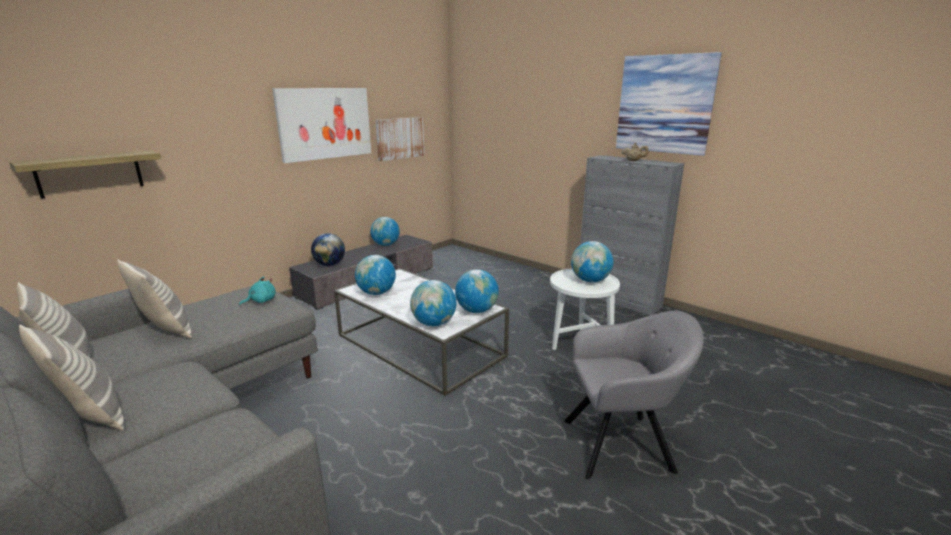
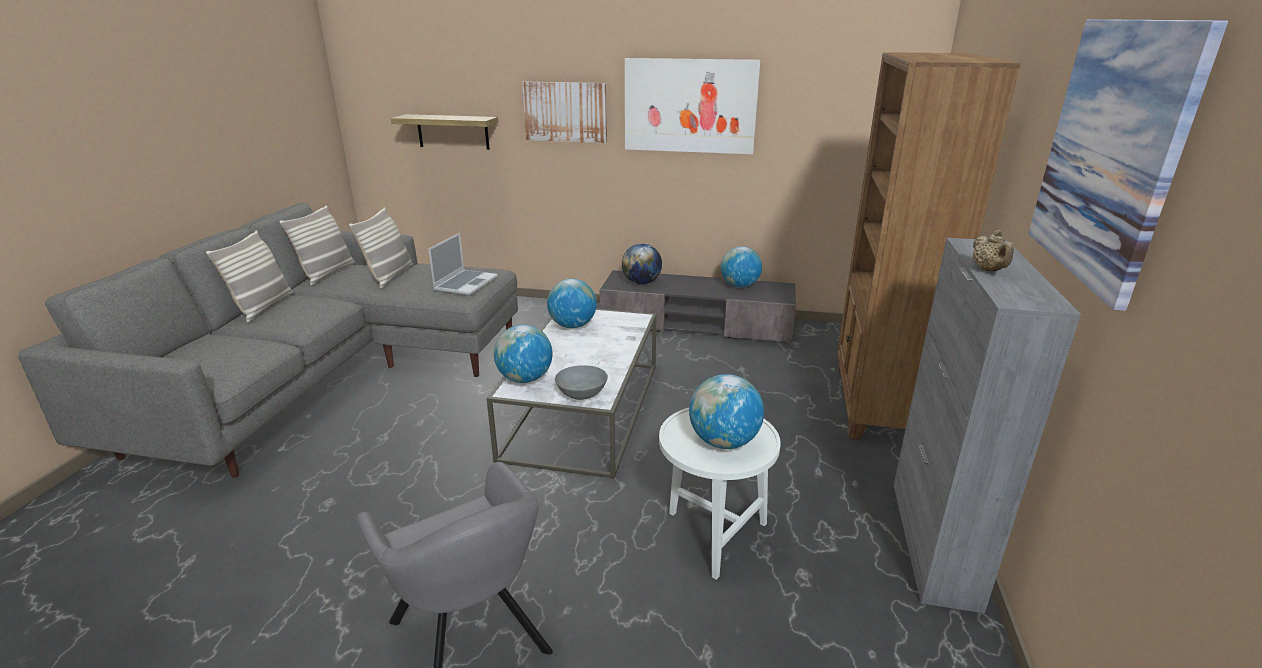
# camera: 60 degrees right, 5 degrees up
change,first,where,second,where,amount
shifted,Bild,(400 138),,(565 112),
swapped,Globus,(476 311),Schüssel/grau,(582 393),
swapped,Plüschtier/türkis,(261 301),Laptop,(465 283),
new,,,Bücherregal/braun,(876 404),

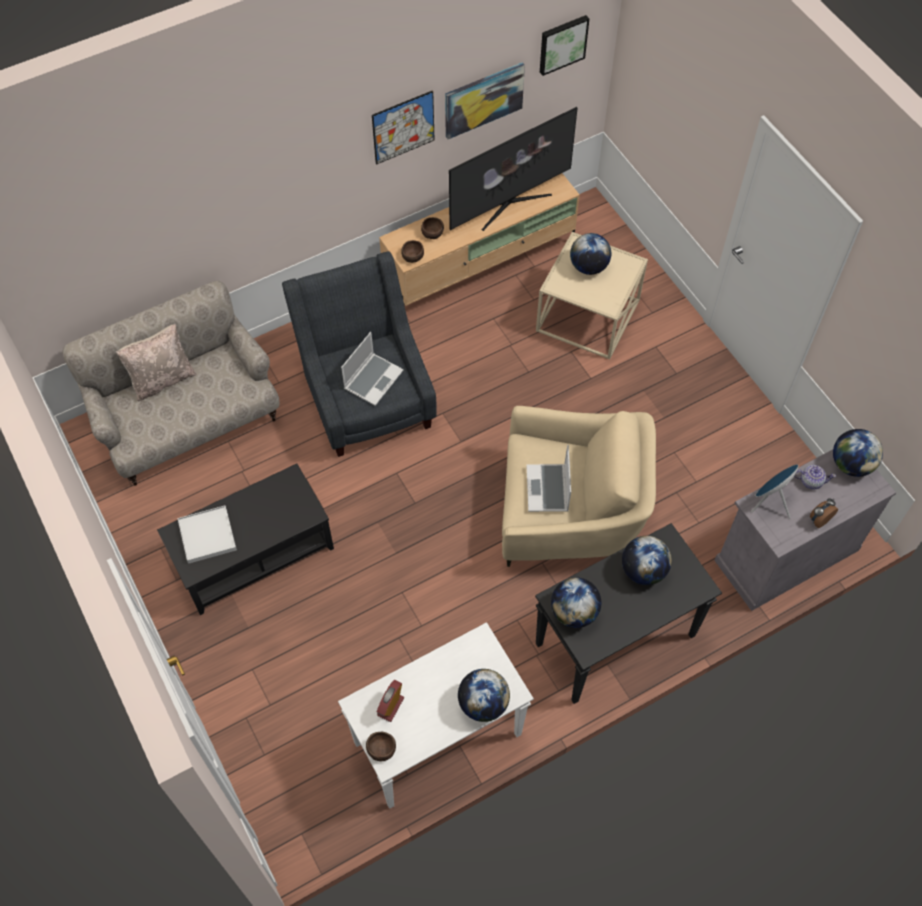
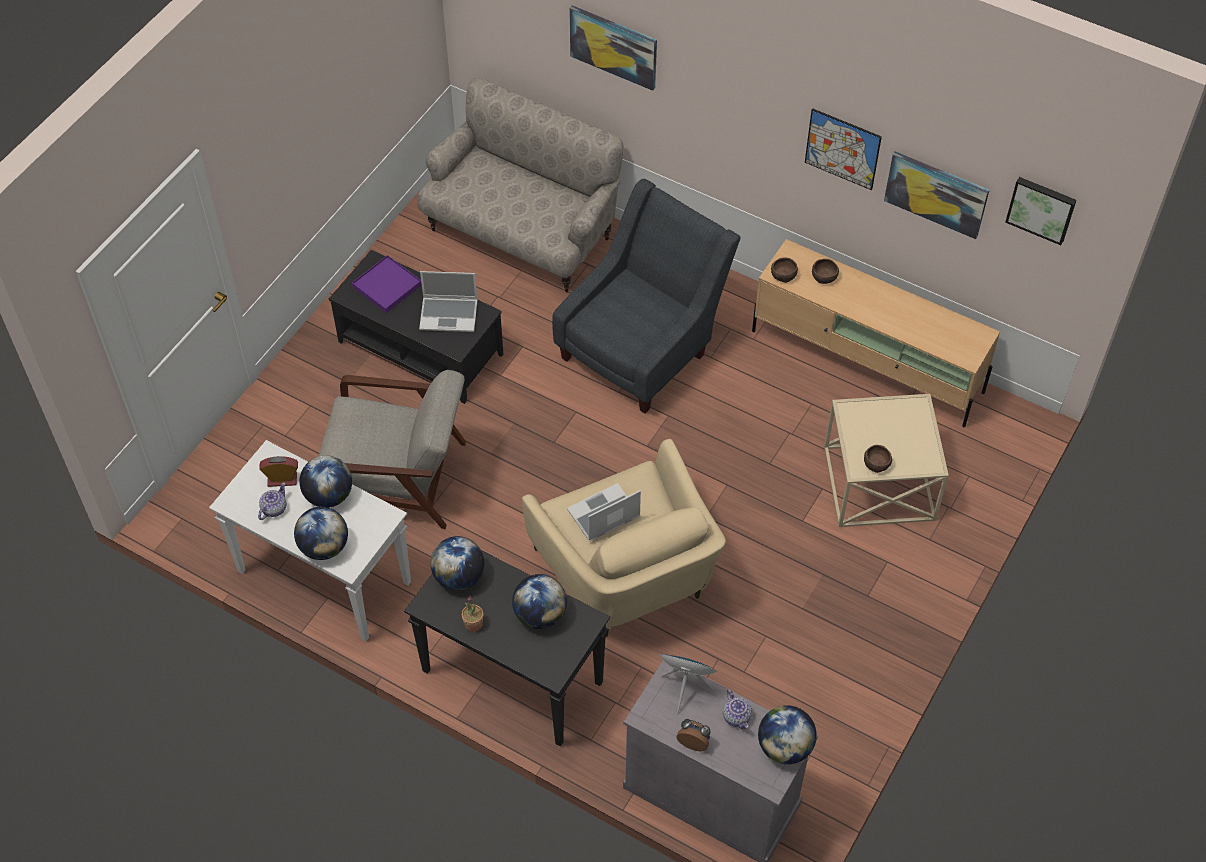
# camera: 60 degrees right, 5 degrees down
change,first,where,second,where,amount
gone,Fernseher,(509 204),,,
shifted,Globus,(588 266),,(329 495),
gone,Kissen/beige,(162 379),,,
shifted,Laptop,(373 379),,(449 315),
repainted,Tablett/weiß,(207 536),Tablett/lila,(387 286),
shifted,Schüssel/braun,(381 748),,(876 463),
new,,,Bild,(614 46),
new,,,Sessel/grau,(397 478),
new,,,Teekanne,(273 509),
new,,,Topfpflanze,(473 624),

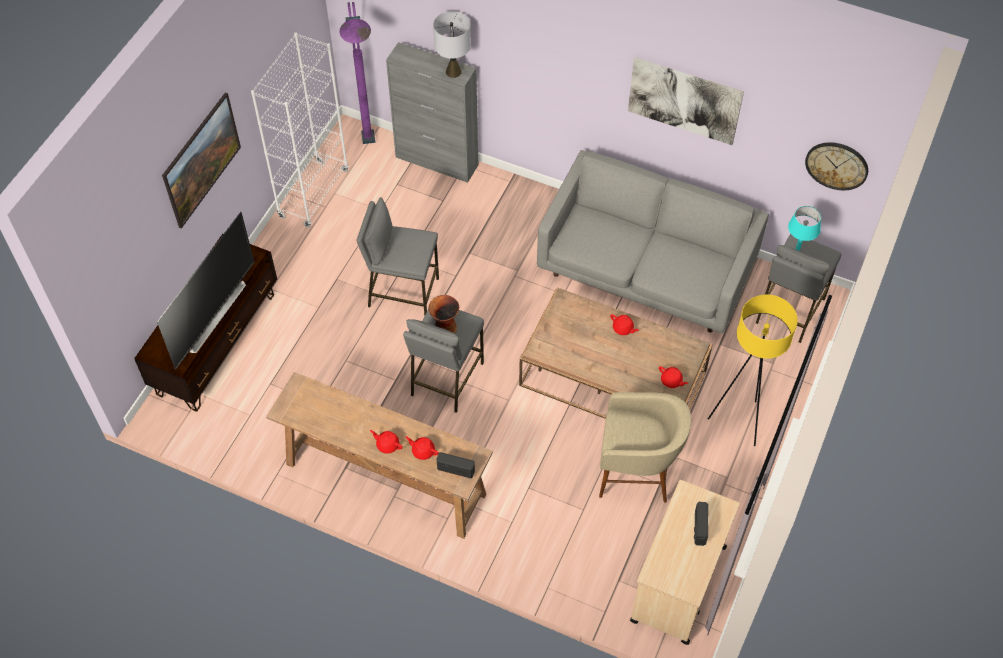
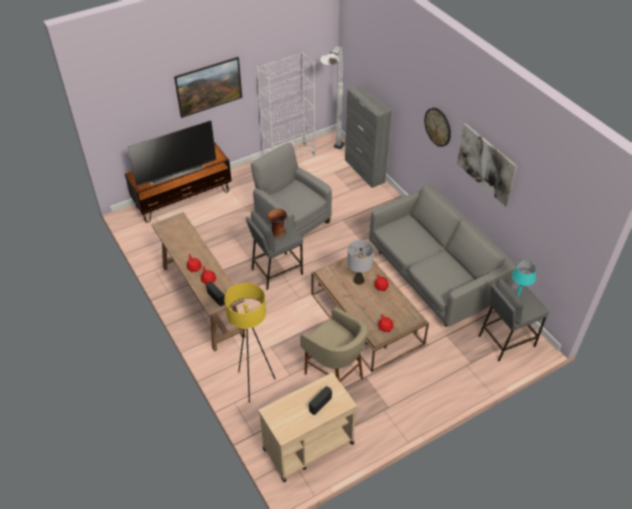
# camera: 35 degrees right, 10 degrees down
change,first,where,second,where,amount
repainted,Stehlampe/lila,(370 160),Stehlampe/weiß,(331 155),
shifted,Tischlampe/grau,(453 72),,(358 280),
shifted,Wanduhr,(837 165),,(438 127),
swapped,Hocker/grau,(403 292),Sessel/grau,(292 221),
shifted,Stehlampe/gelb,(738 421),,(254 383),

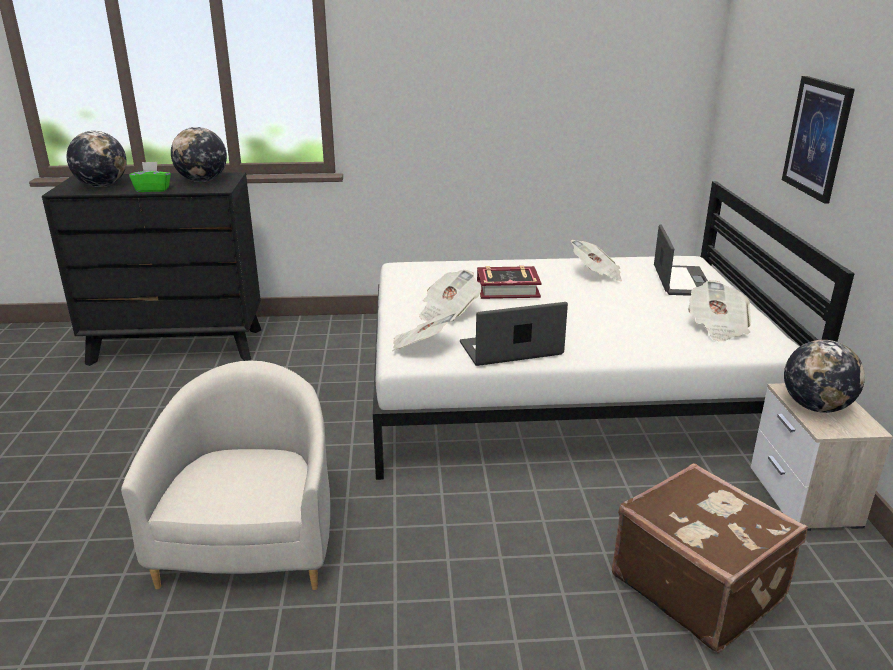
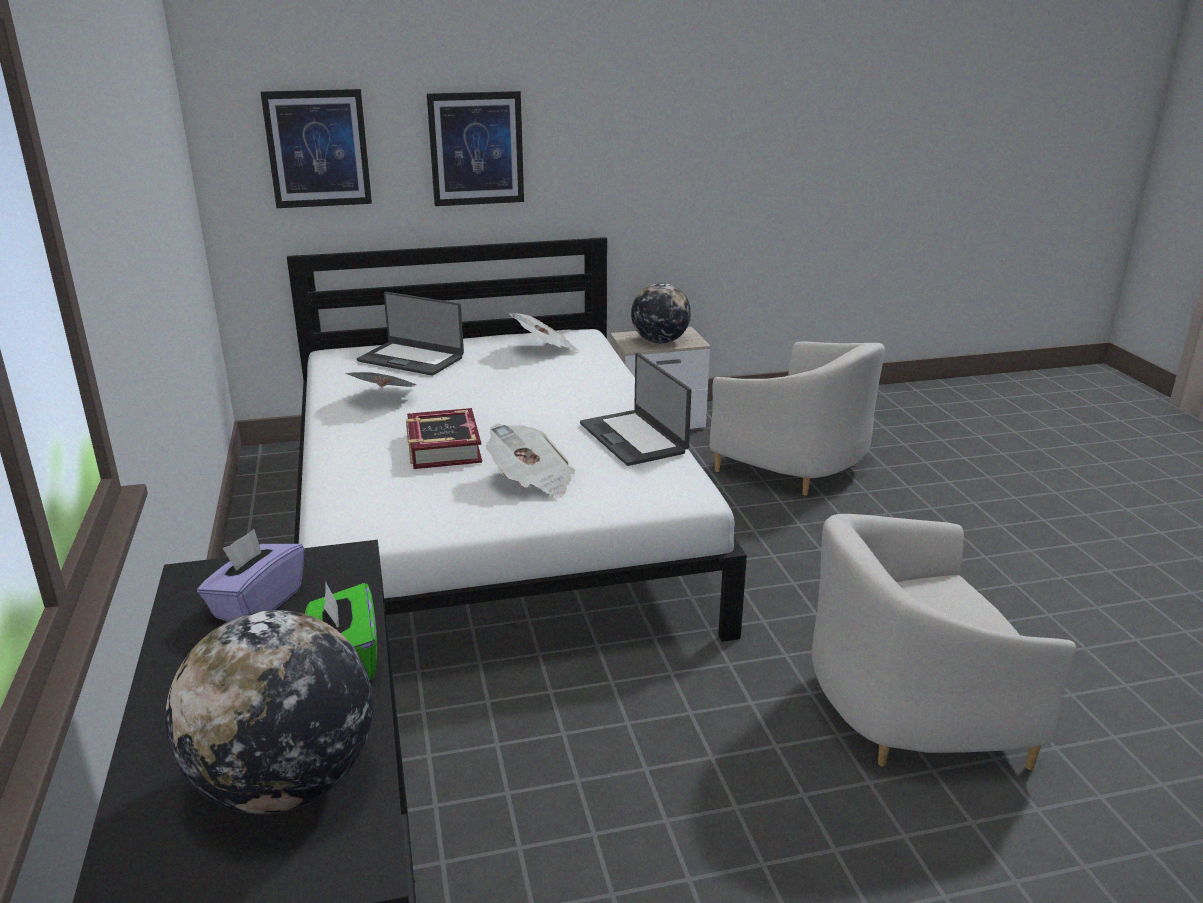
# camera: 100 degrees left, 0 degrees up
change,first,where,second,where,amount
swapped,Globus,(202 181),Taschentuchbox/lila,(257 604),
rotated,Laptop,(681 281),,(411 359),150 degrees counterclockwise
gone,Zeitung,(422 347),,,
swapped,Koffer/braun,(698 586),Sessel/weiß,(795 466),
new,,,Bild,(318 149),

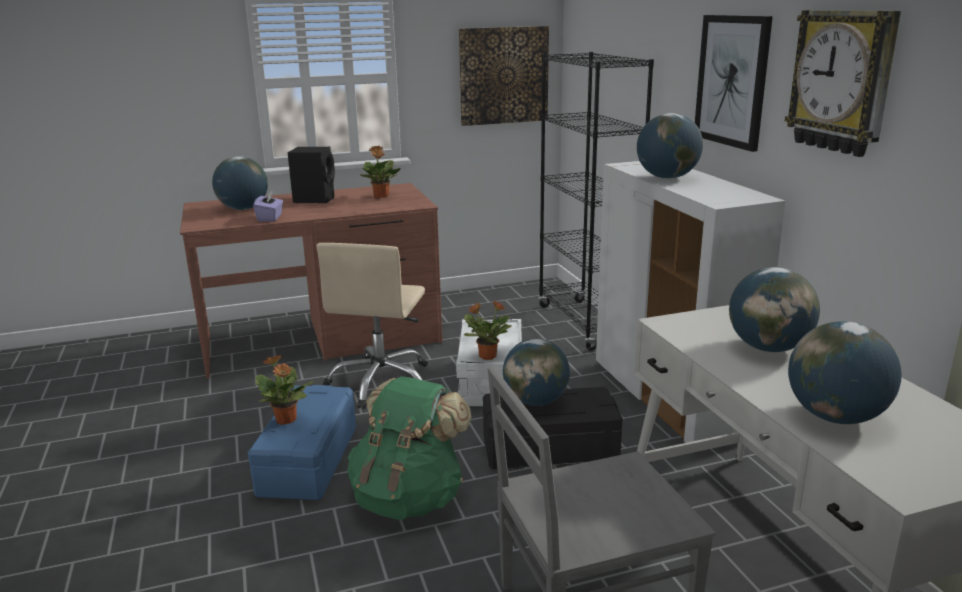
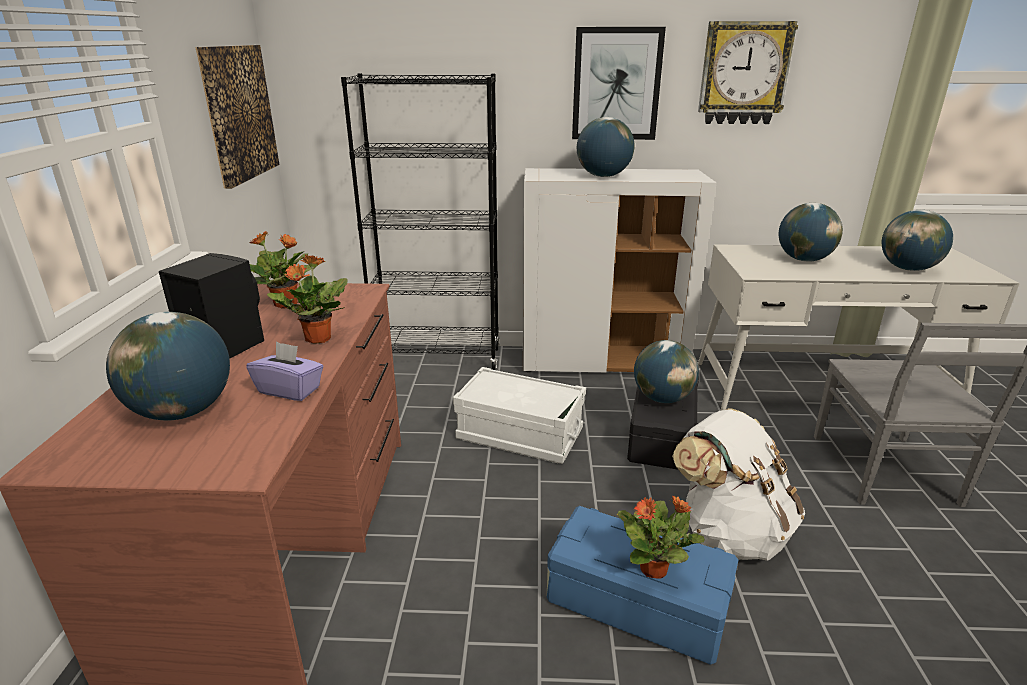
# camera: 70 degrees left, 5 degrees up
change,first,where,second,where,amount
gone,Bürostuhl/beige,(381 382),,,
shifted,Topfpflanze,(487 356),,(317 339),
repainted,Rucksack/grün,(409 498),Rucksack/weiß,(729 532),

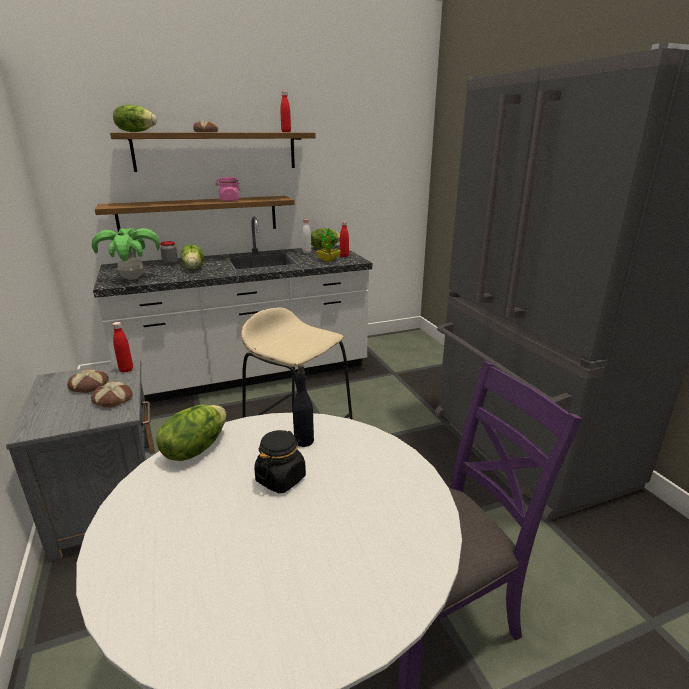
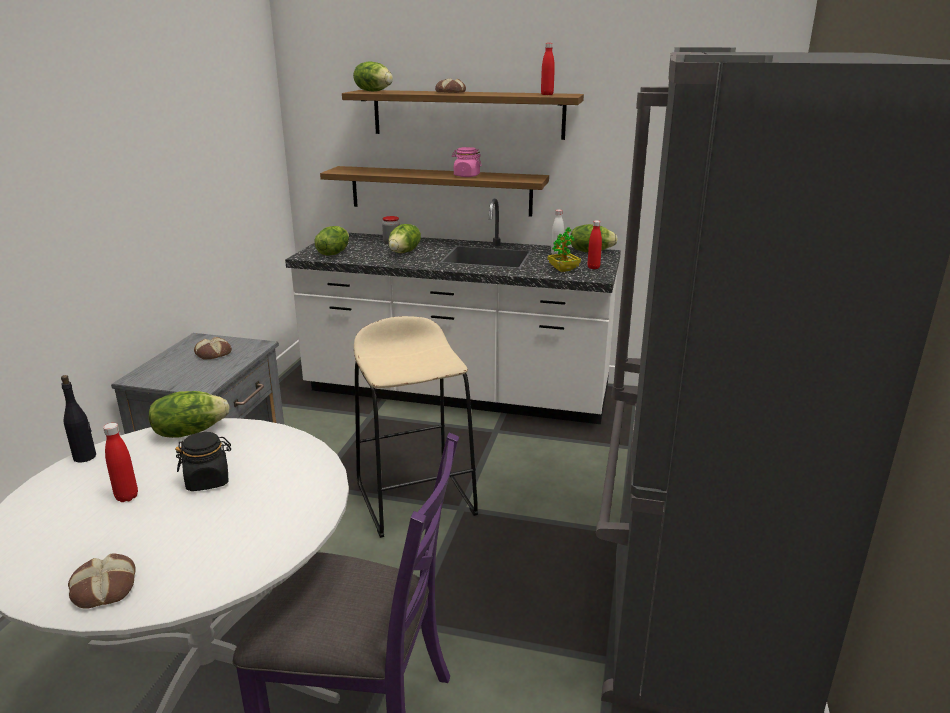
# camera: 35 degrees right, 0 degrees up
change,first,where,second,where,amount
swapped,Topfpflanze,(132 278),Salatkopf,(333 253),
shifted,Flasche/rot,(126 370),,(127 497),
shifted,Flasche/schwarz,(304 441),,(85 457),
shifted,Brot,(112 400),,(103 588),

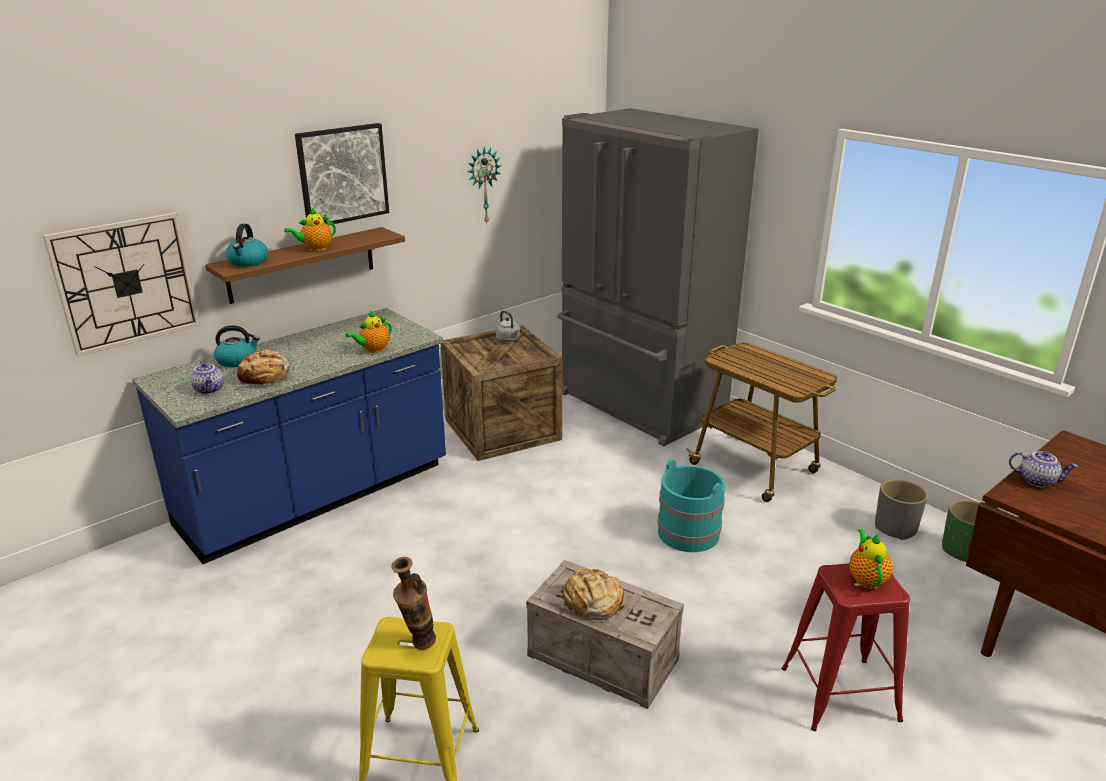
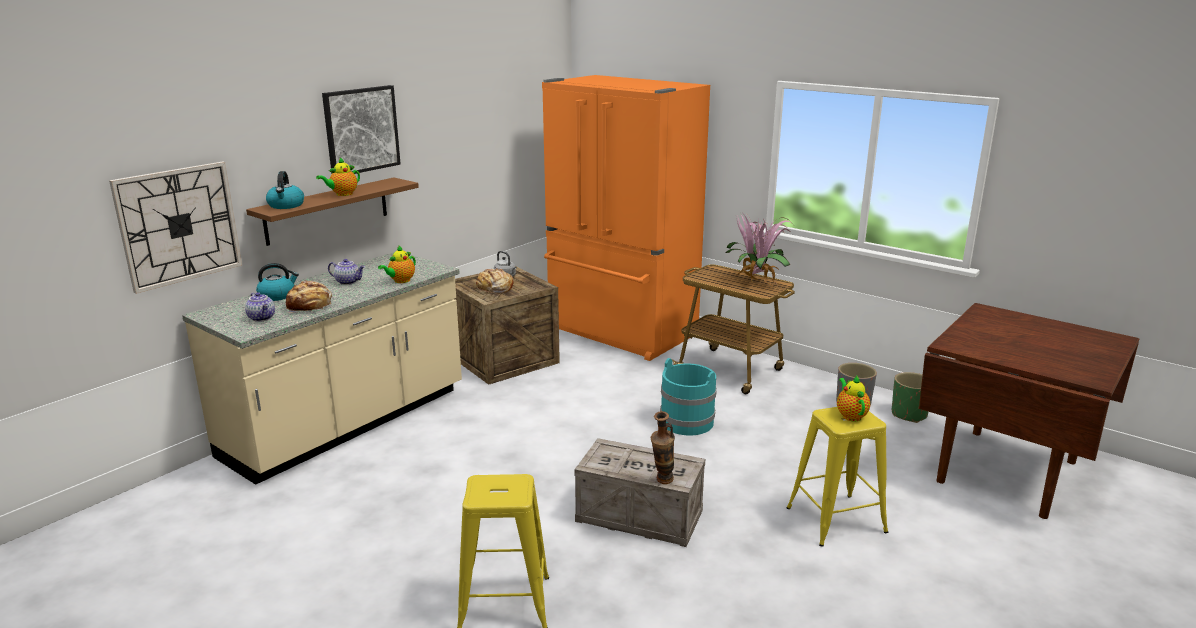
# camera: 10 degrees left, 5 degrees down
change,first,where,second,where,amount
repainted,Kühlschrank/grau,(639 406),Kühlschrank/orange,(620 332),
gone,Wanduhr,(483 185),,,
repainted,Küchenzeile/blau,(316 497),Küchenzeile/beige,(347 424),
shifted,Teekanne,(1037 480),,(348 282),
shifted,Vase,(418 646),,(662 482),
repainted,Hocker/rot,(839 694),Hocker/gelb,(836 520),
shifted,Brot,(592 602),,(494 288),
new,,,Topfpflanze,(755 282),

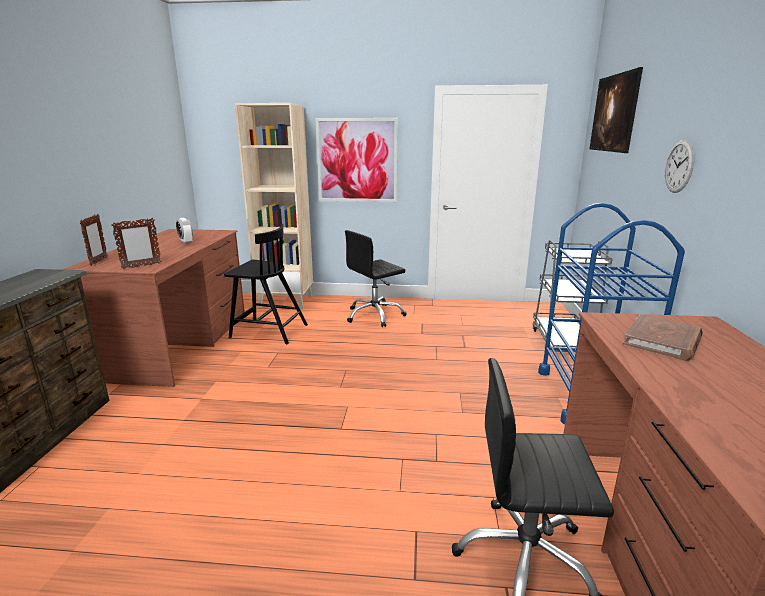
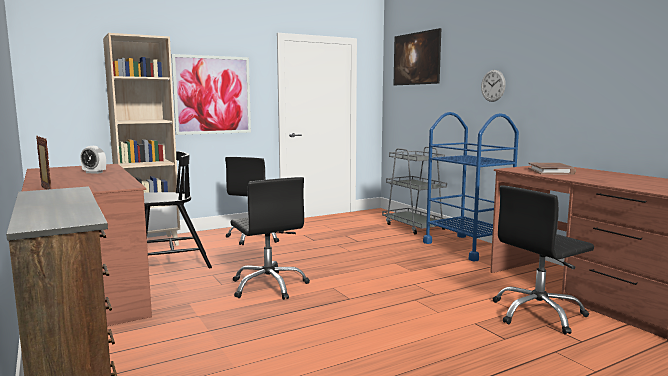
# camera: 35 degrees left, 10 degrees down
change,first,where,second,where,amount
gone,Bilderrahmen,(141 266),,,
new,,,Bürostuhl/schwarz,(269 286),

